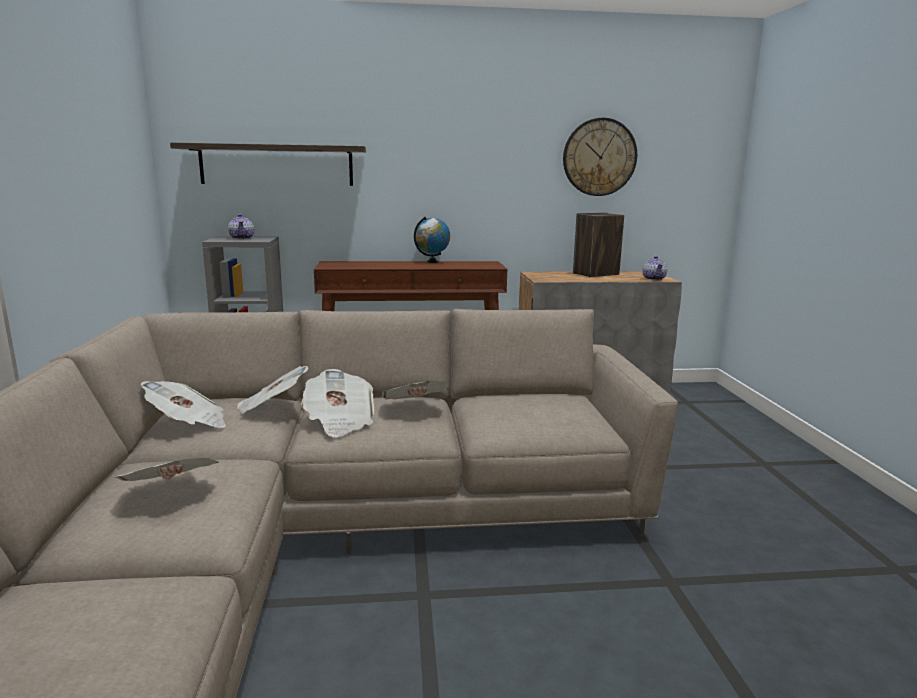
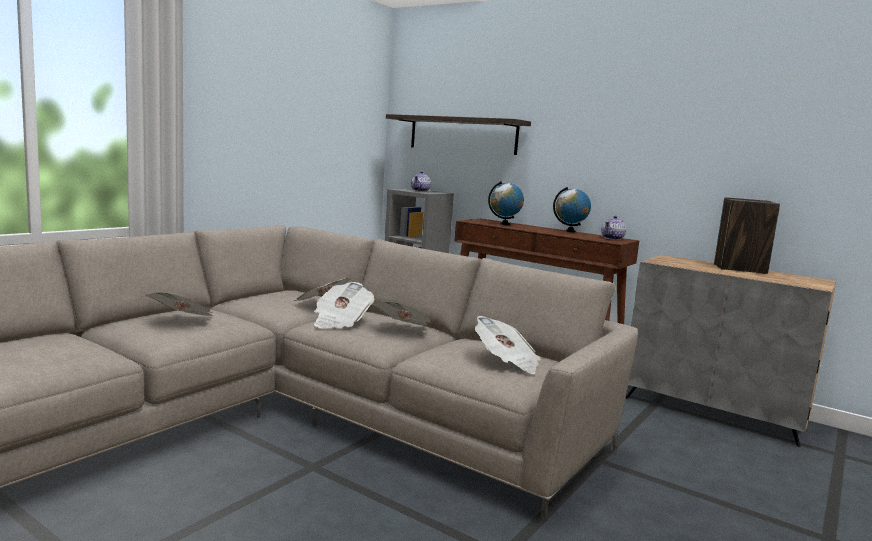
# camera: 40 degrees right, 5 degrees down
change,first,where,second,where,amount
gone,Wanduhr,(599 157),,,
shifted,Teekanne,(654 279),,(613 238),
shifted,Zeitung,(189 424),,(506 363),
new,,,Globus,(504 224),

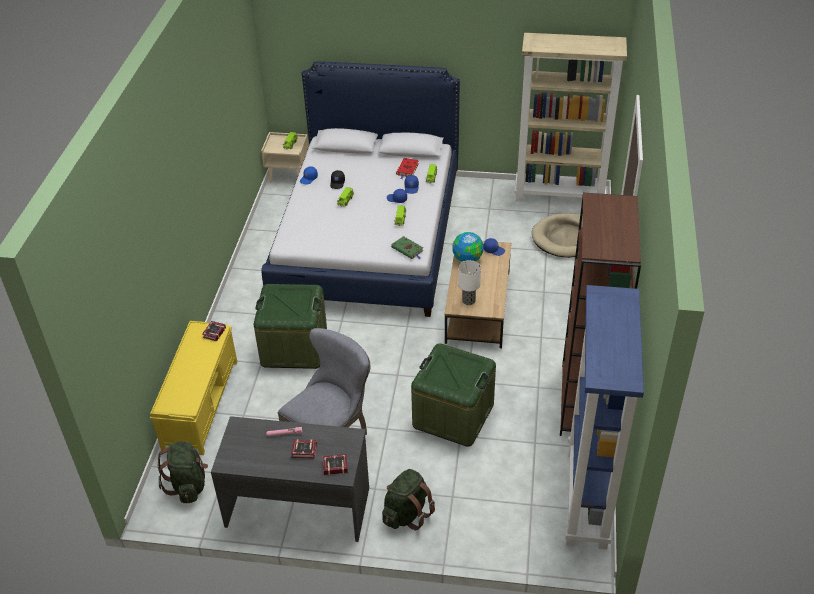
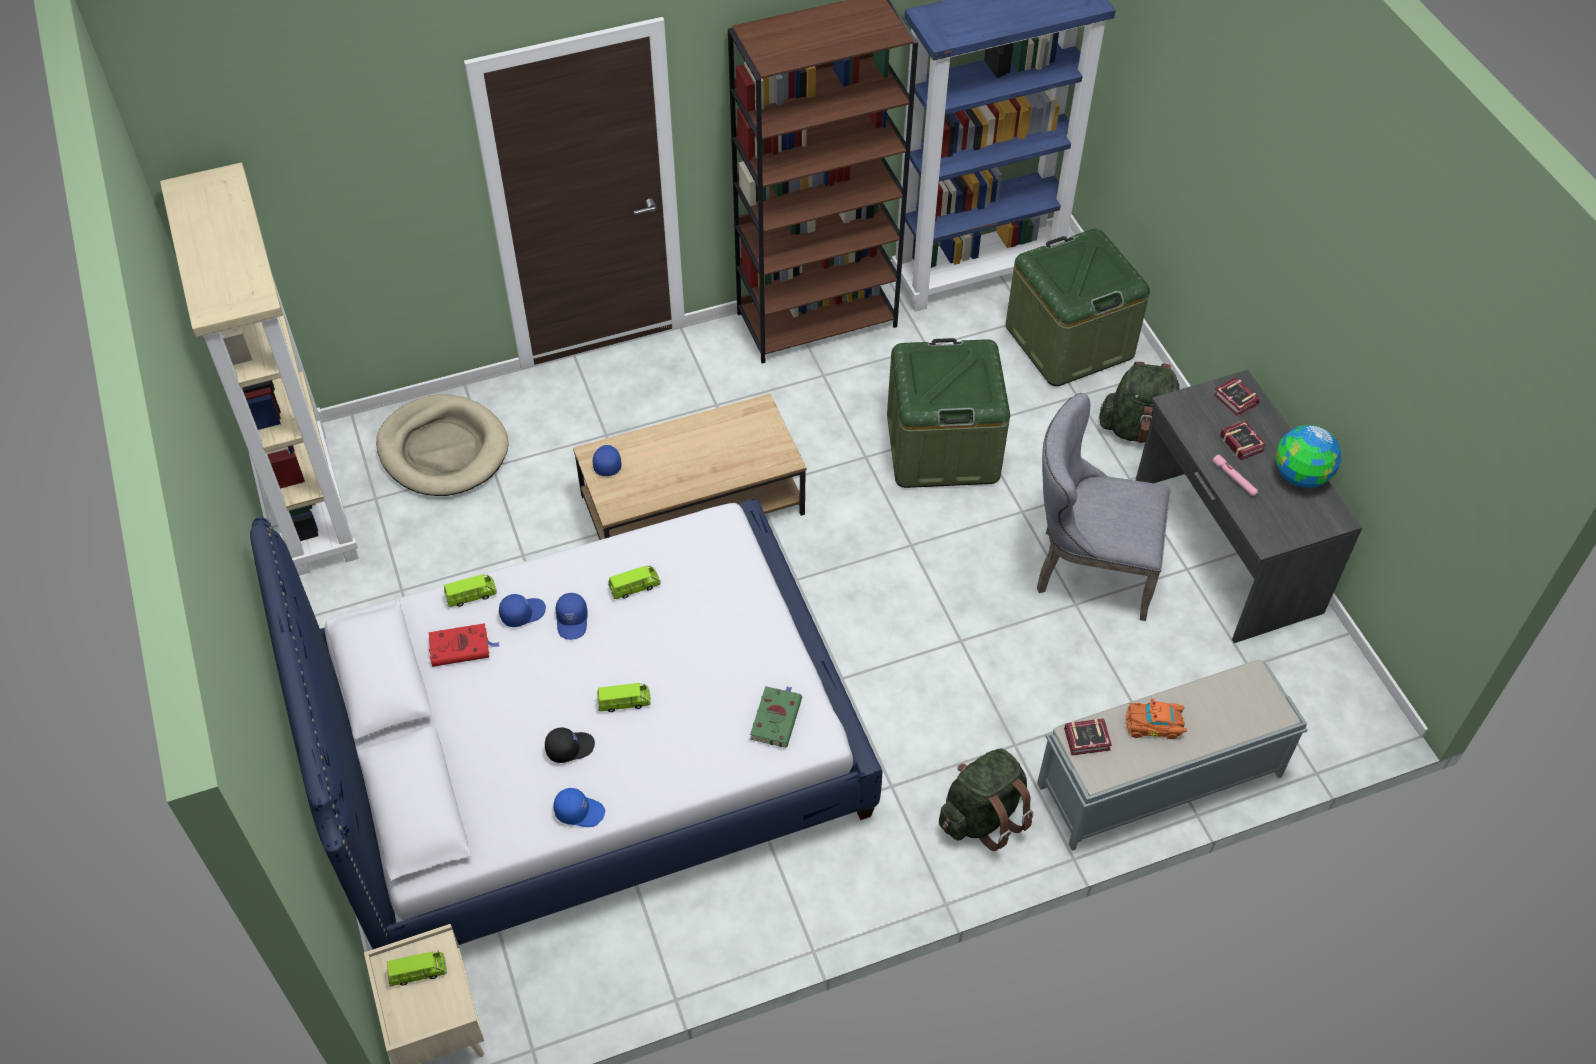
# camera: 120 degrees left, 10 degrees up
change,first,where,second,where,amount
shifted,Globus,(467 259),,(1301 476),
shifted,Buch/grün,(408 249),,(776 717),
gone,Tischlampe,(468 301),,,
shifted,Aufbewahrungsbox/grün,(294 347),,(1069 341),
repainted,Bank/gelb,(201 403),Bank/grau,(1157 781),
shifted,Rucksack/grün,(188 485),,(982 816),
new,,,Spielzeugauto/orange,(1155 725),

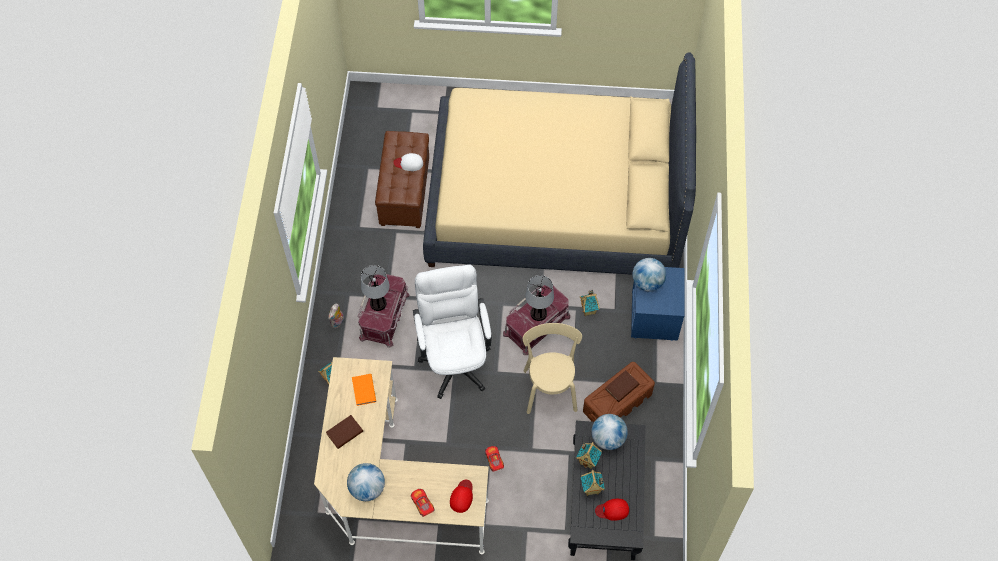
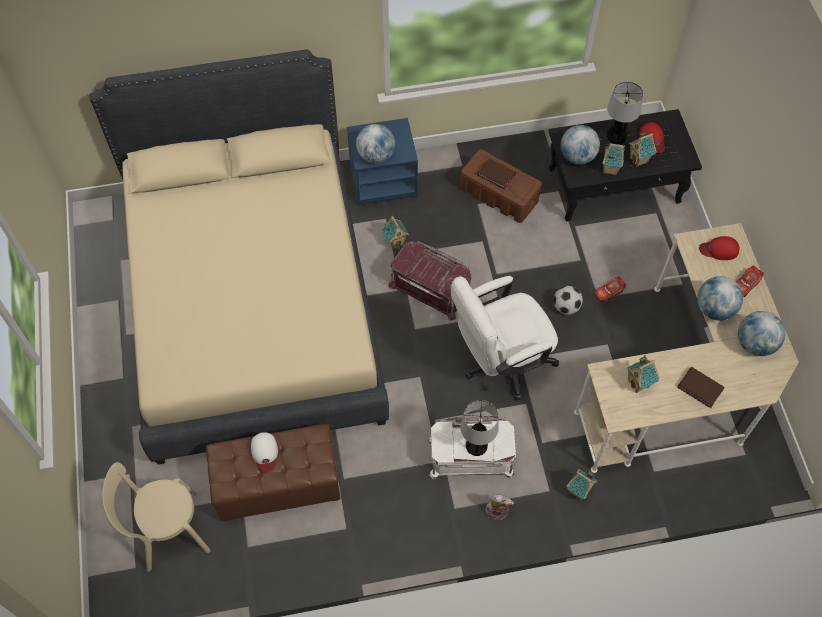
# camera: 105 degrees left, 0 degrees up
change,first,where,second,where,amount
repainted,Aufbewahrungsbox/rot,(385 316),Aufbewahrungsbox/weiß,(471 455),
shifted,Tischlampe,(538 313),,(616 136),
shifted,Stuhl/beige,(550 387),,(167 532),
swapped,Buch/orange,(363 390),Spielzeughaus,(639 384),
new,,,Globus,(714 309),
new,,,Fußball,(566 307),

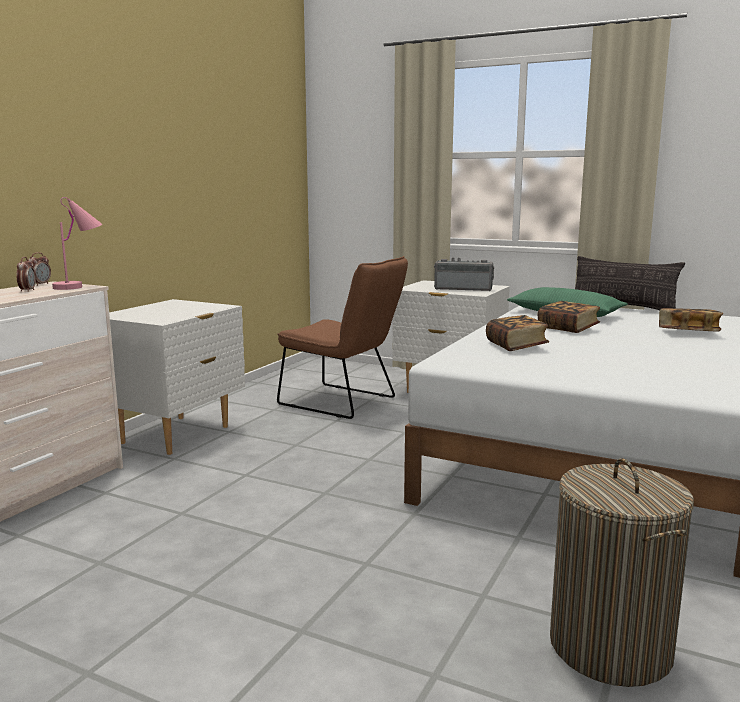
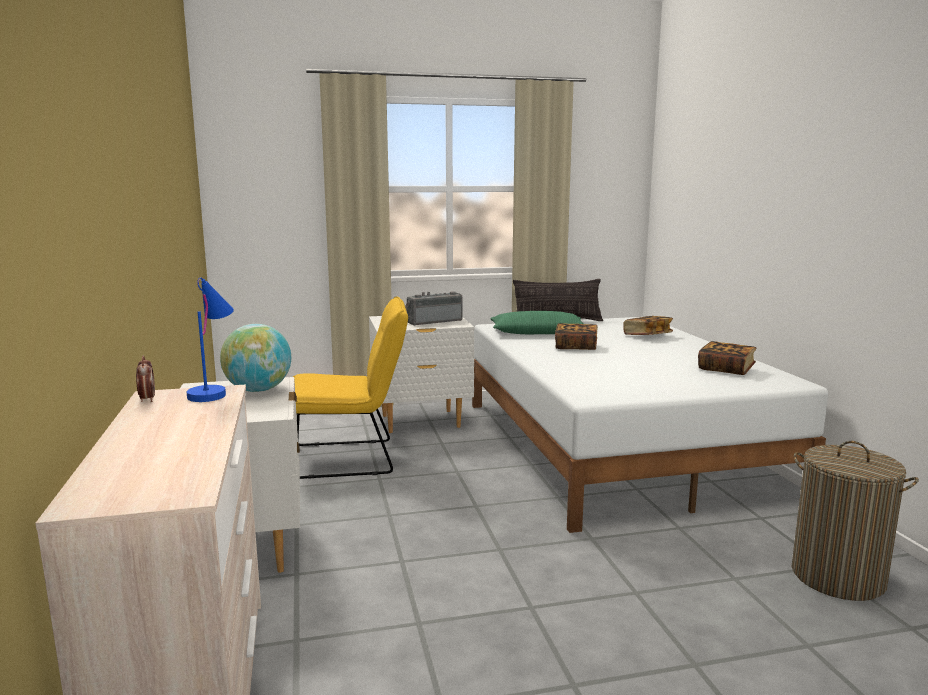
# camera: 40 degrees left, 0 degrees up
change,first,where,second,where,amount
repainted,Tischlampe/rosa,(80 286),Tischlampe/blau,(215 391),
repainted,Stuhl/braun,(343 402),Stuhl/gelb,(351 459),
gone,Wecker,(27 291),,,
shifted,Buch,(516 346),,(726 369),
new,,,Globus,(258 390),

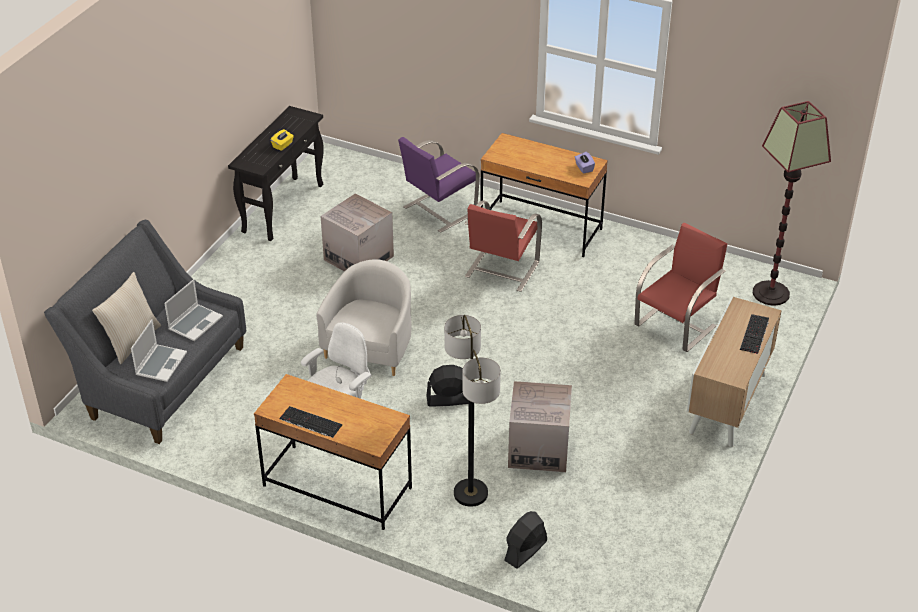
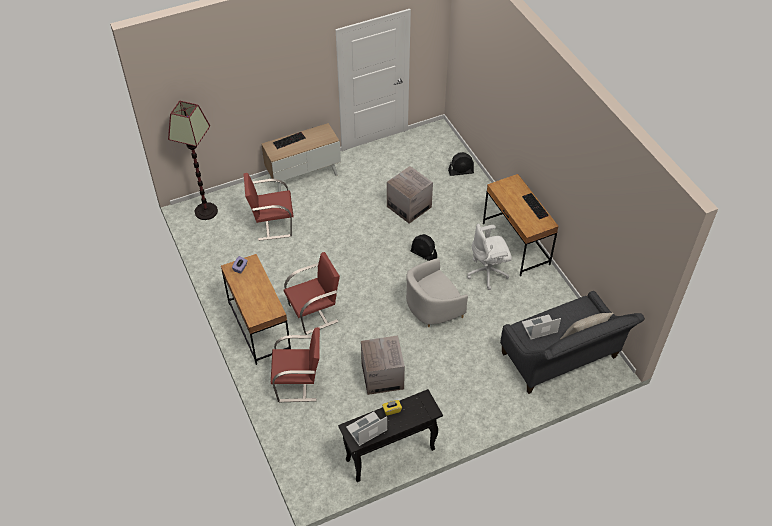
# camera: 140 degrees left, 10 degrees up
change,first,where,second,where,amount
repainted,Stuhl/lila,(438 210),Stuhl/rot,(298 383),
gone,Stehlampe,(470 493),,,
shifted,Laptop,(161 363),,(366 430),

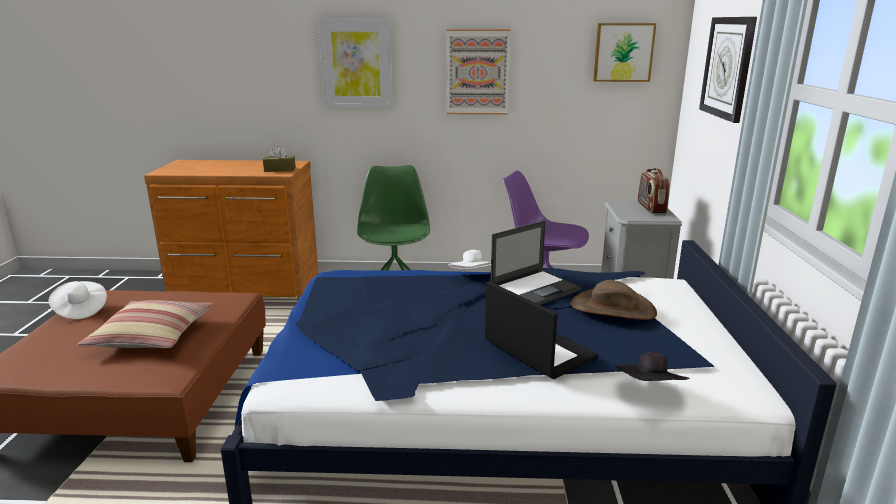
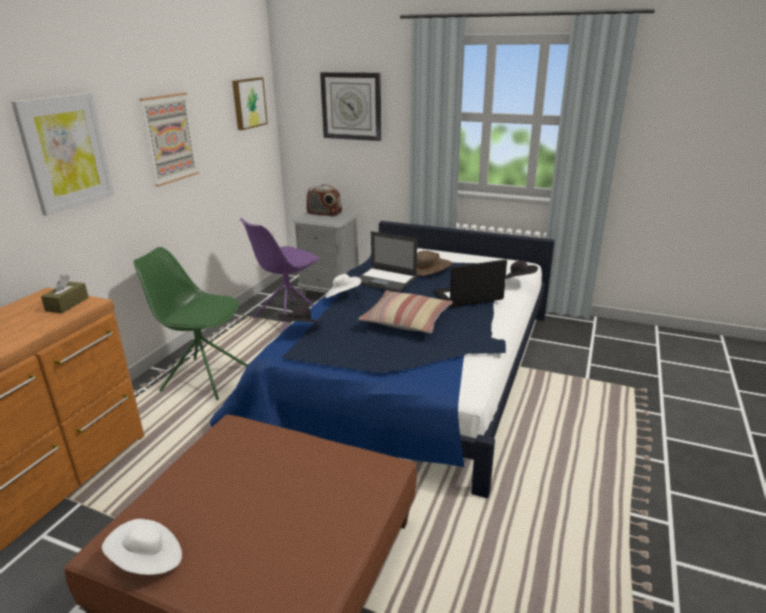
# camera: 70 degrees left, 5 degrees up
change,first,where,second,where,amount
rotated,Laptop,(535 288),,(386 280),135 degrees clockwise
shifted,Kissen,(151 336),,(407 320),
new,,,Hut/schwarz,(301 329),

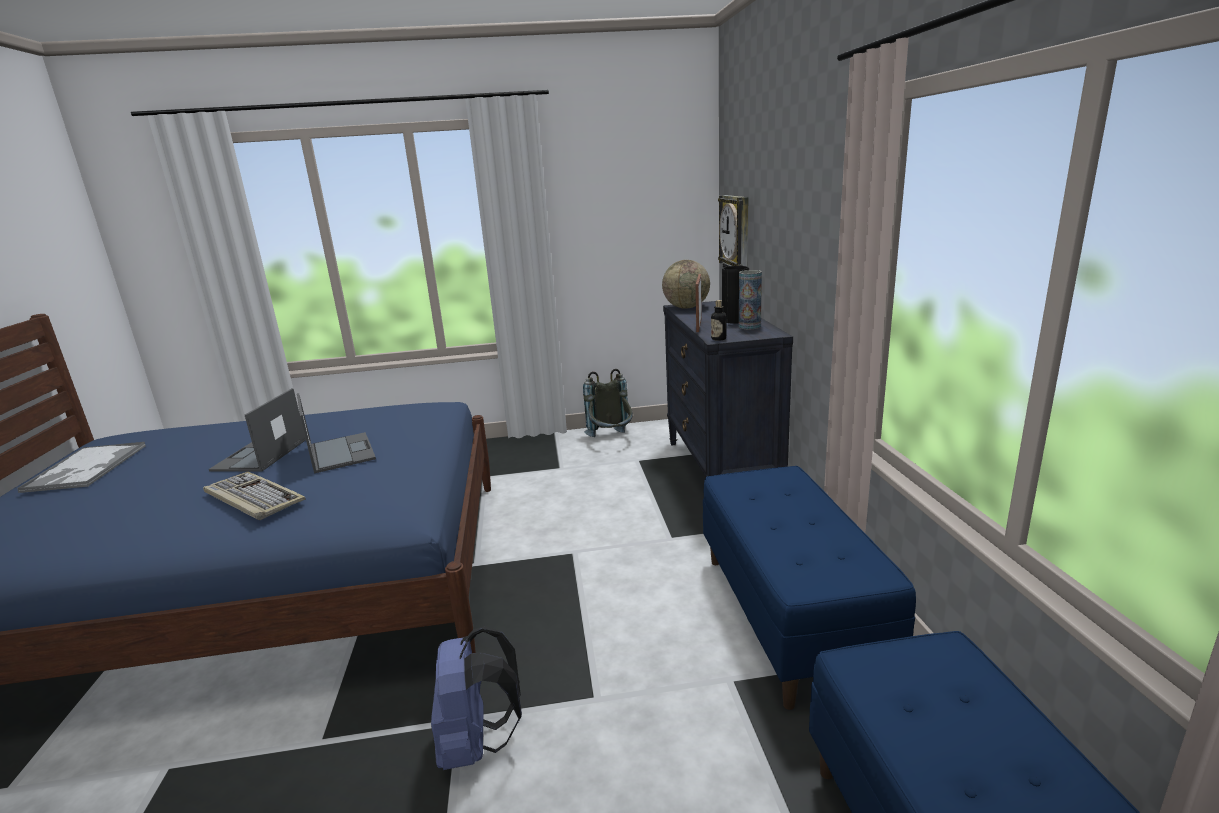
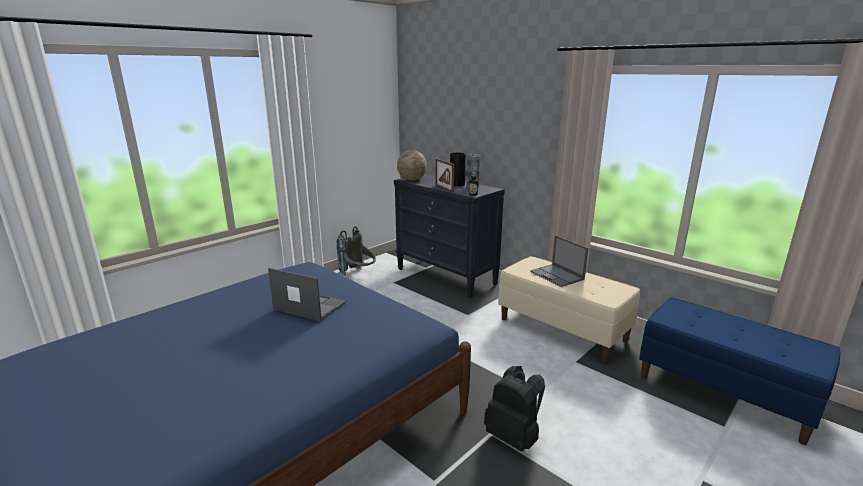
# camera: 40 degrees left, 0 degrees up
change,first,where,second,where,amount
gone,Wanduhr,(736 236),,,
shifted,Laptop,(260 455),,(557 275),
gone,Tablett,(86 468),,,
repainted,Bank/blau,(790 617),Bank/beige,(562 329),
gone,Tastatur,(252 498),,,
repainted,Rucksack/blau,(477 743),Rucksack/schwarz,(514 437),

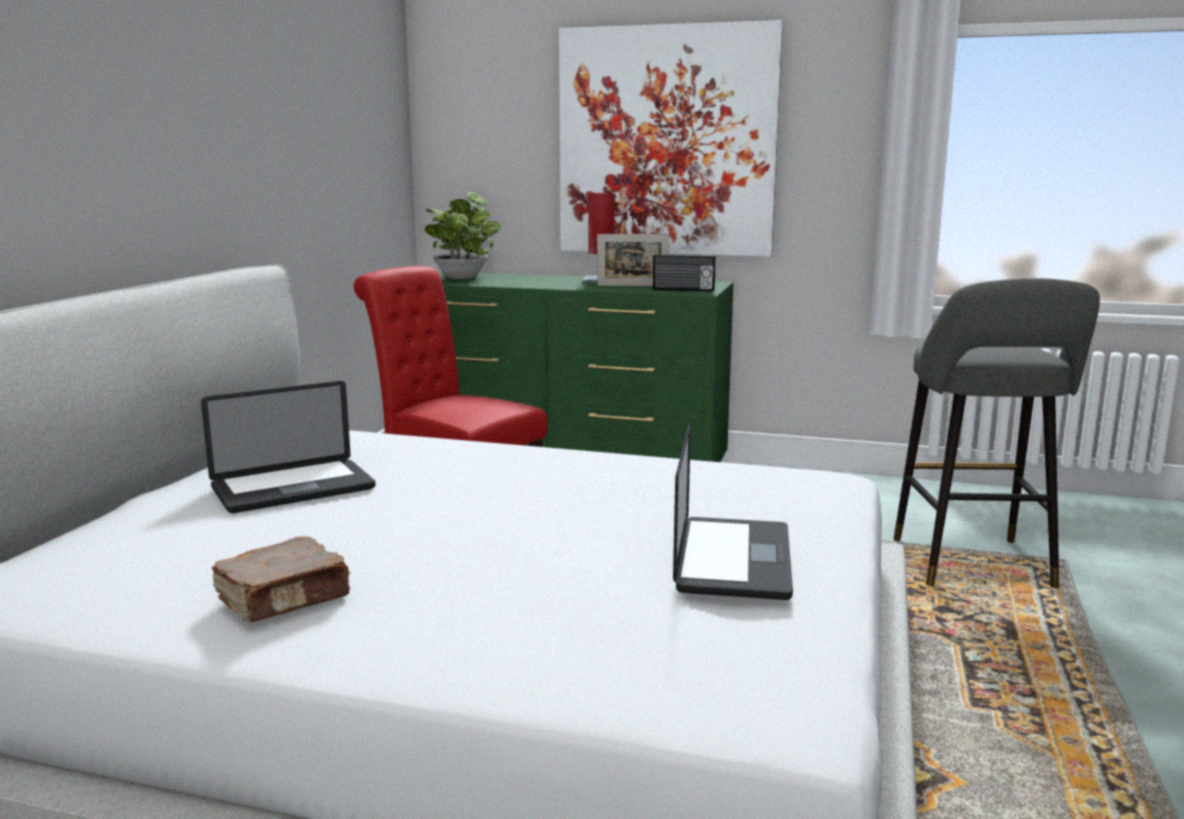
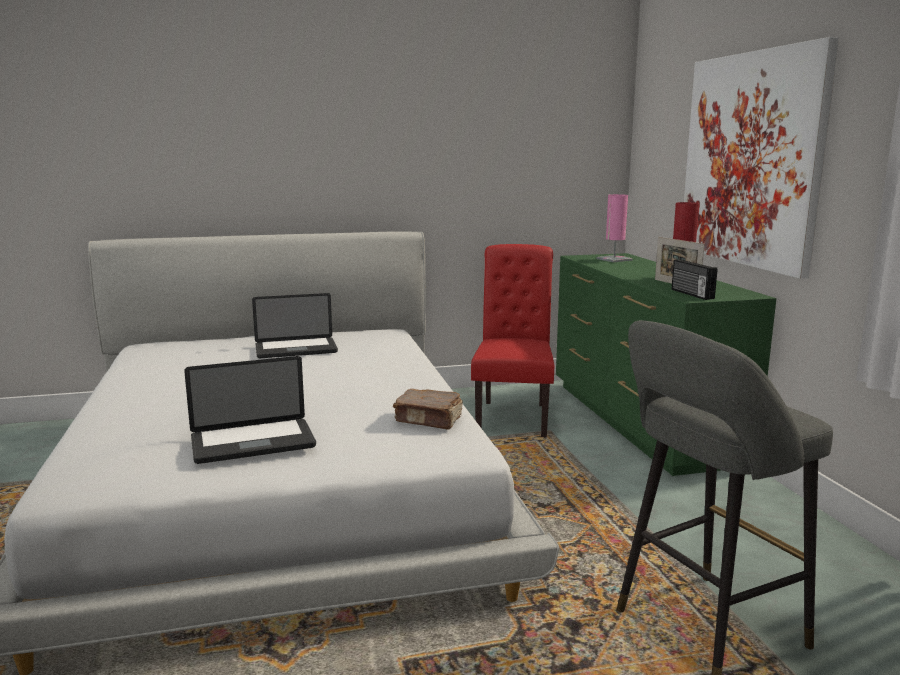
# camera: 60 degrees right, 0 degrees up
change,first,where,second,where,amount
swapped,Topfpflanze,(463 277),Tischlampe/rosa,(614 259),
rotated,Laptop,(293 488),,(296 349),45 degrees counterclockwise
shifted,Buch/braun,(285 599),,(429 420),

